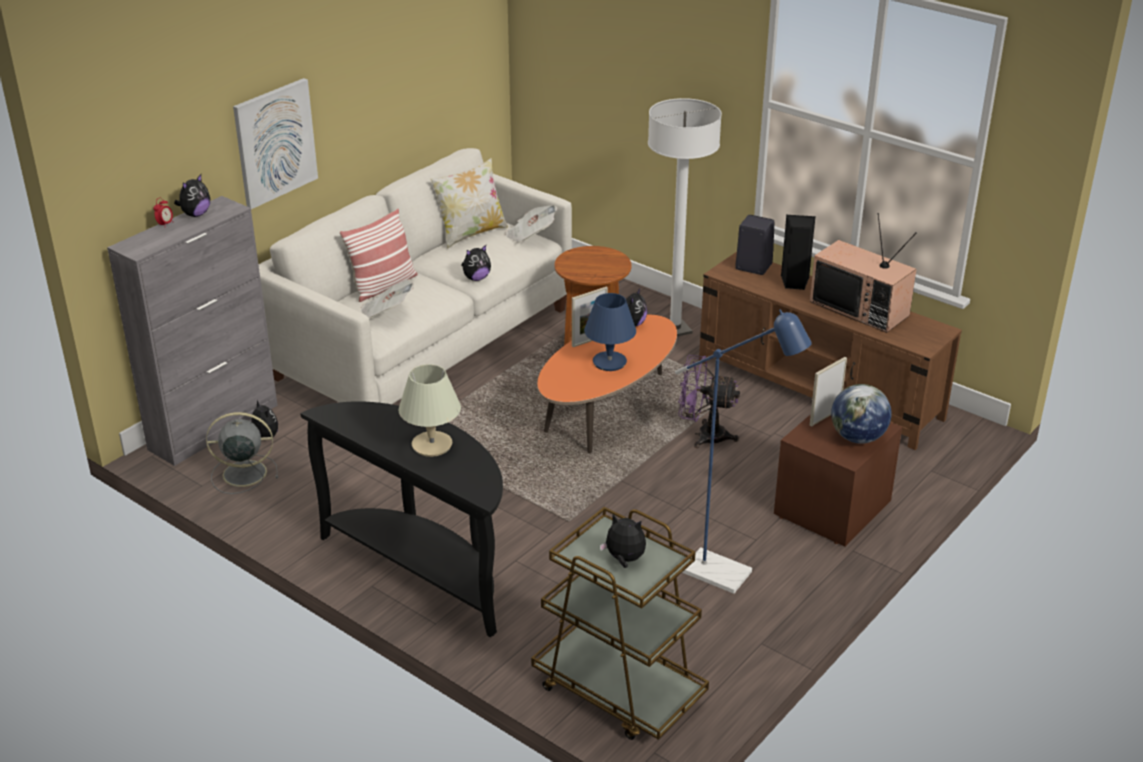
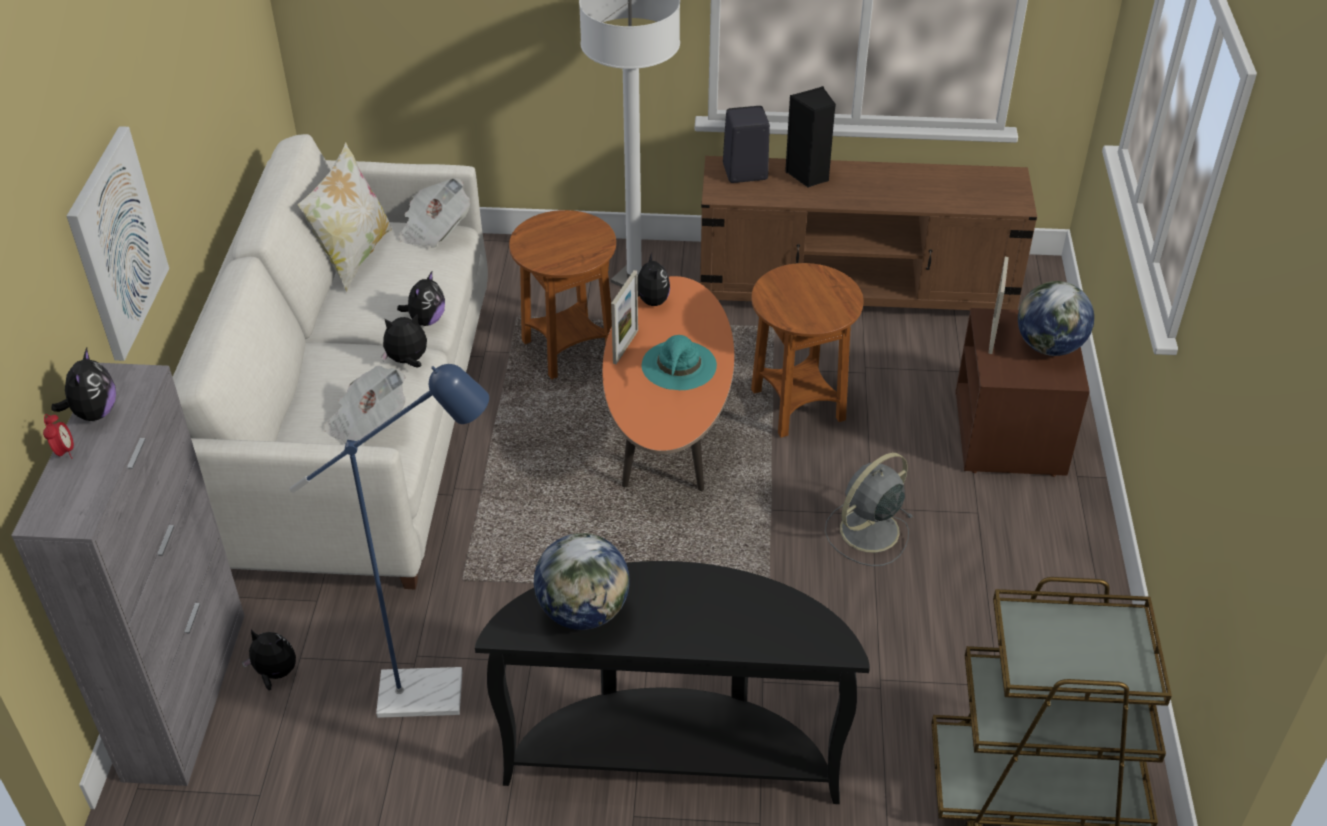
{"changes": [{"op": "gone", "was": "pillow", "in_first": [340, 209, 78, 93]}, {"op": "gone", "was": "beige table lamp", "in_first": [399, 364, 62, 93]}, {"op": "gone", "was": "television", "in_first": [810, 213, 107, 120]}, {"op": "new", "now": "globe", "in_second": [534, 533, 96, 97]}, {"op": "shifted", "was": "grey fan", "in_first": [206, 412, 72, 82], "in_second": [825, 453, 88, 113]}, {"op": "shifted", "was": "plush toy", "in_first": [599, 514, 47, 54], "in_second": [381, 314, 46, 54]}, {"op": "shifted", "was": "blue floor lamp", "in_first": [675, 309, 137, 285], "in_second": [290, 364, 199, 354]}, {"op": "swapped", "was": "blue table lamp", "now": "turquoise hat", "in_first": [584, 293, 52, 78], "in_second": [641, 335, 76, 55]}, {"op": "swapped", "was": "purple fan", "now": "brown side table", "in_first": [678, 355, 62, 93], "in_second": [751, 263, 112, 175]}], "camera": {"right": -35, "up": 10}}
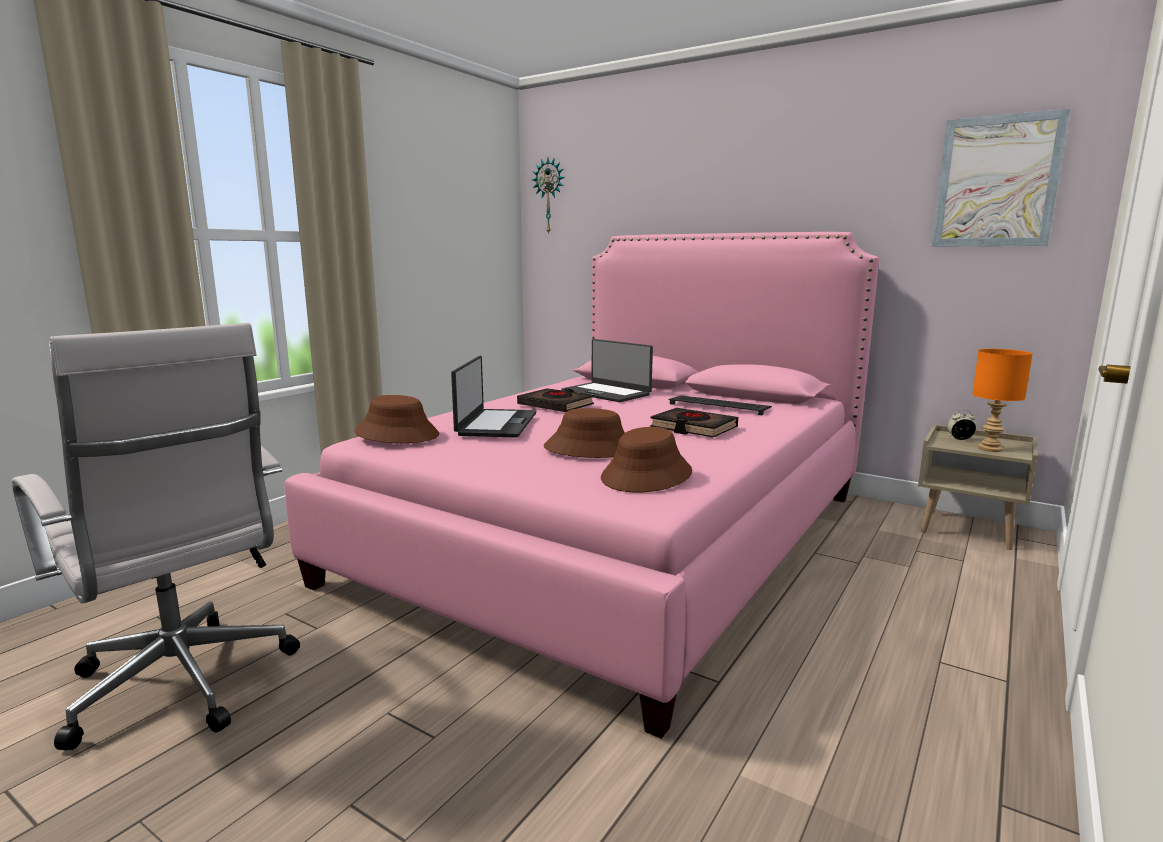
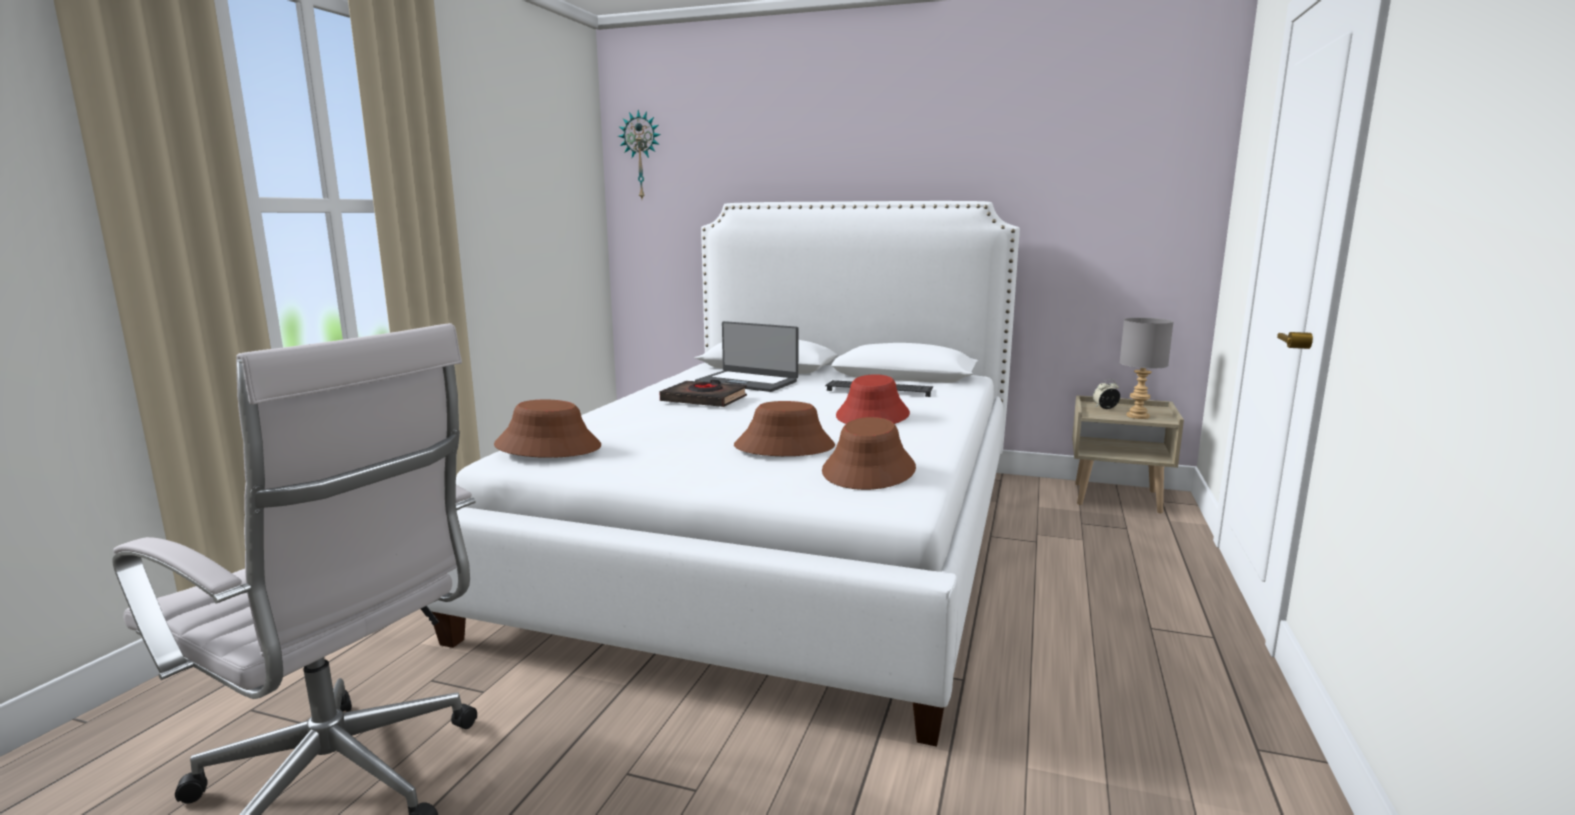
{"changes": [{"op": "gone", "was": "laptop", "in_first": [451, 356, 85, 82]}, {"op": "gone", "was": "picture", "in_first": [932, 109, 138, 138]}, {"op": "swapped", "was": "black book", "now": "red hat", "in_first": [650, 408, 88, 29], "in_second": [836, 374, 74, 50]}, {"op": "repainted", "was": "pink bed", "now": "white bed", "in_first": [284, 232, 595, 507], "in_second": [427, 201, 593, 546]}, {"op": "repainted", "was": "orange table lamp", "now": "grey table lamp", "in_first": [972, 349, 61, 103], "in_second": [1119, 318, 55, 101]}], "camera": {"right": -15, "up": 0}}
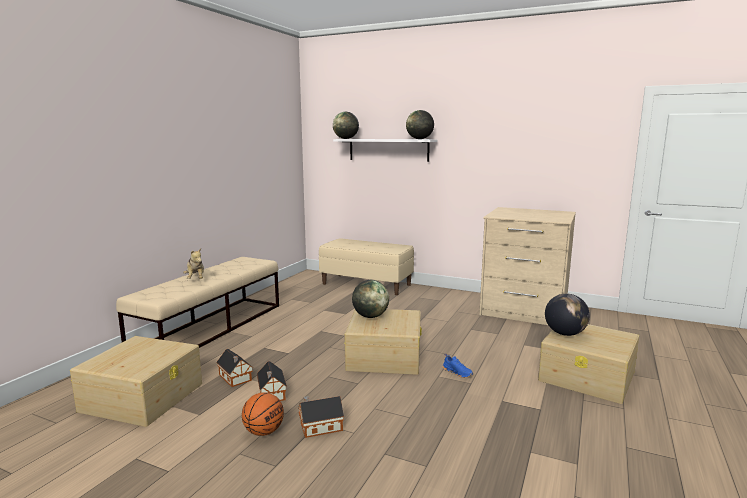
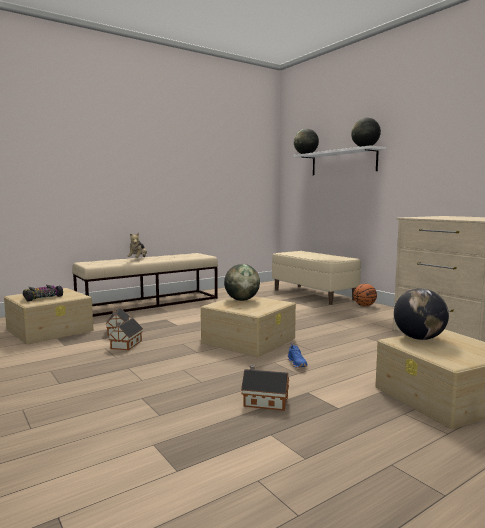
{"changes": [{"op": "new", "now": "toy car", "in_second": [23, 285, 40, 16]}, {"op": "shifted", "was": "basketball", "in_first": [242, 392, 42, 44], "in_second": [353, 284, 24, 22]}, {"op": "shifted", "was": "toy house", "in_first": [298, 396, 46, 42], "in_second": [241, 365, 48, 46]}], "camera": {"right": 30, "up": -5}}
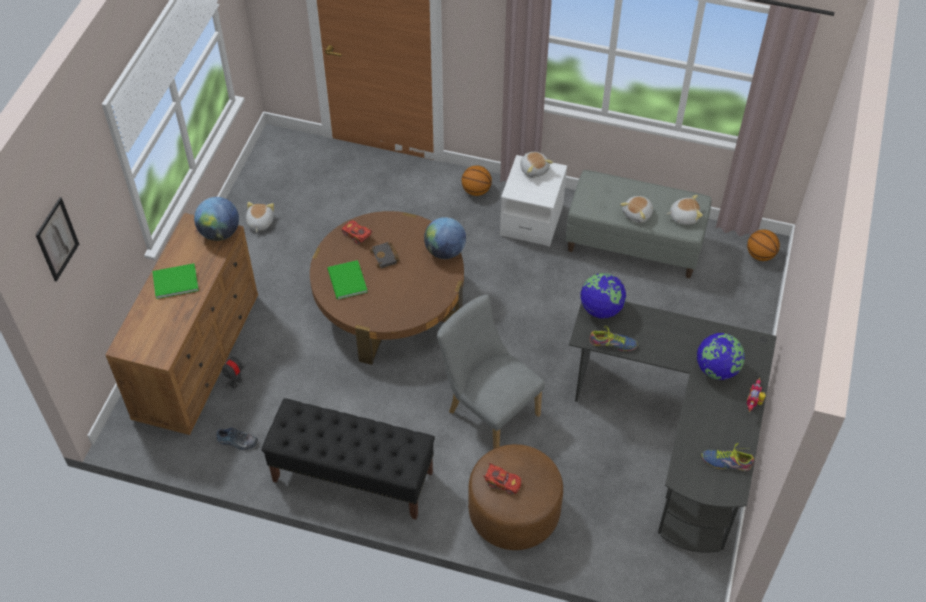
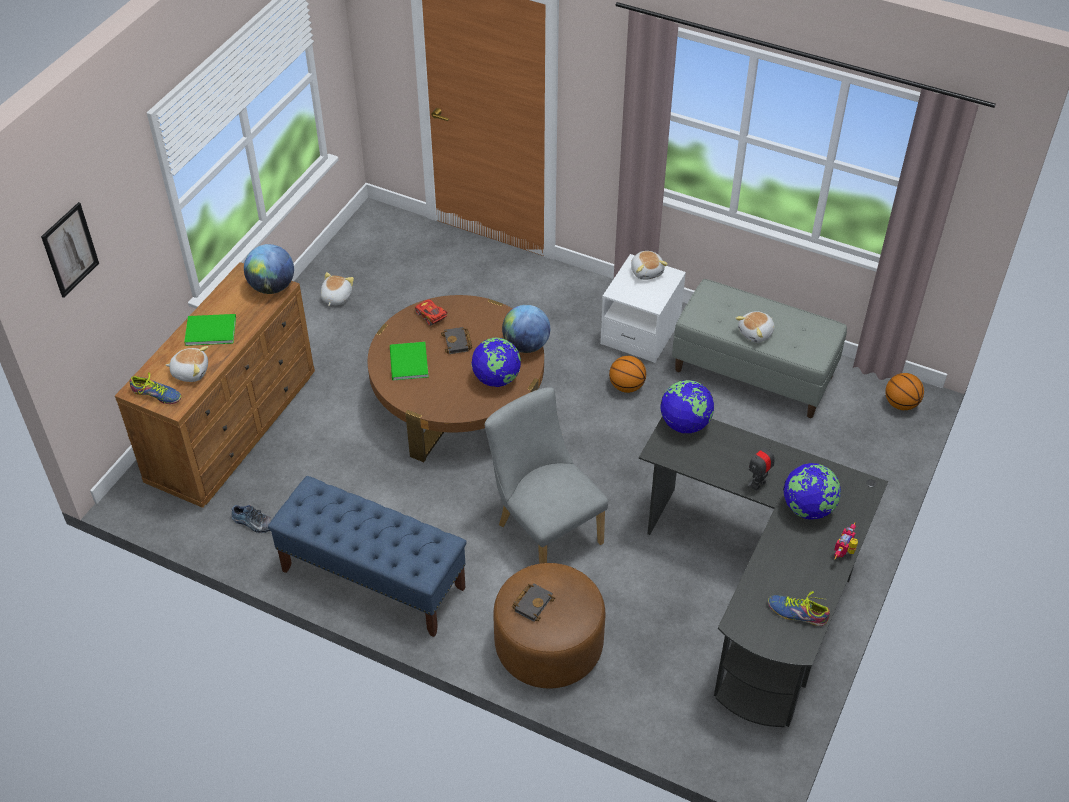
{"changes": [{"op": "new", "now": "globe", "in_second": [471, 338, 50, 49]}, {"op": "shifted", "was": "toy robot", "in_first": [222, 351, 24, 38], "in_second": [748, 443, 27, 48]}, {"op": "shifted", "was": "basketball", "in_first": [461, 165, 31, 31], "in_second": [609, 356, 37, 37]}, {"op": "shifted", "was": "shoe", "in_first": [590, 326, 48, 25], "in_second": [129, 372, 53, 32]}, {"op": "shifted", "was": "plush toy", "in_first": [666, 195, 37, 30], "in_second": [166, 346, 42, 36]}, {"op": "swapped", "was": "red toy car", "now": "black book", "in_first": [483, 463, 38, 32], "in_second": [512, 583, 43, 39]}, {"op": "repainted", "was": "black bench", "now": "blue bench", "in_first": [261, 398, 174, 121], "in_second": [268, 476, 199, 161]}], "camera": {"right": 10, "up": -5}}
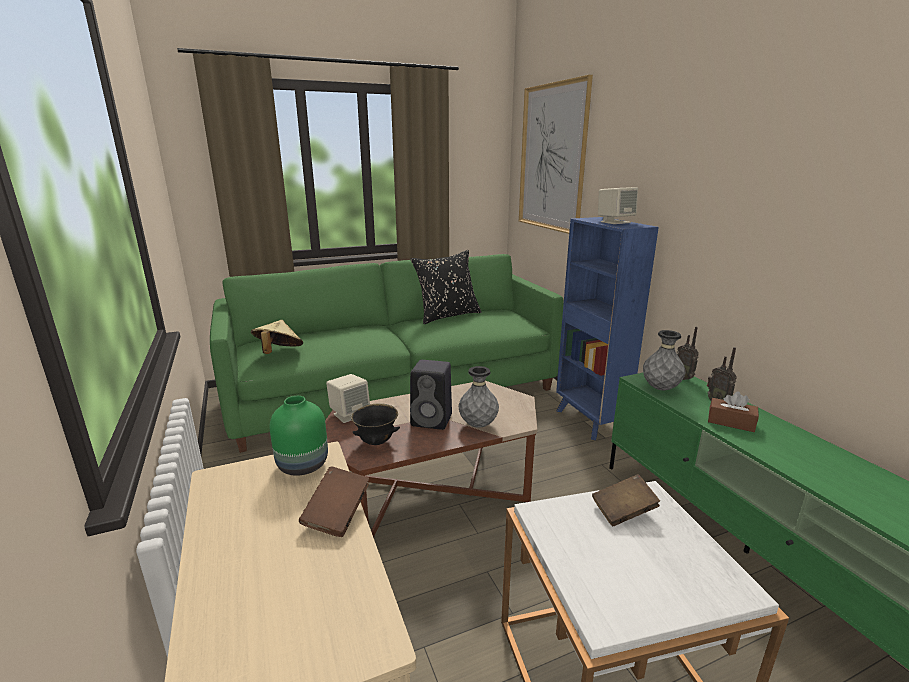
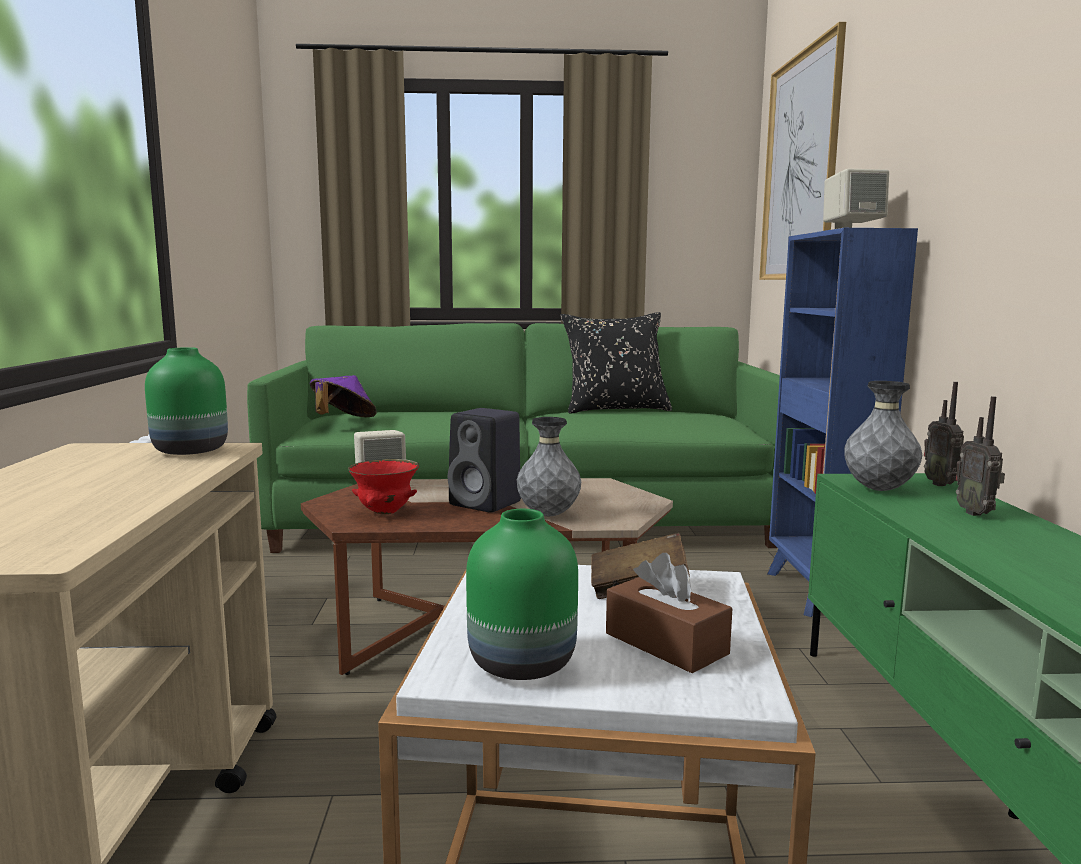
{"changes": [{"op": "gone", "was": "brown book", "in_first": [299, 467, 70, 70]}, {"op": "new", "now": "green vase", "in_second": [466, 509, 112, 171]}, {"op": "shifted", "was": "brown tissue box", "in_first": [708, 391, 51, 41], "in_second": [606, 553, 126, 120]}, {"op": "repainted", "was": "beige hat", "now": "purple hat", "in_first": [251, 320, 52, 34], "in_second": [310, 375, 67, 42]}, {"op": "repainted", "was": "black bowl", "now": "red bowl", "in_first": [351, 403, 49, 42], "in_second": [348, 459, 71, 55]}], "camera": {"right": 20, "up": -10}}
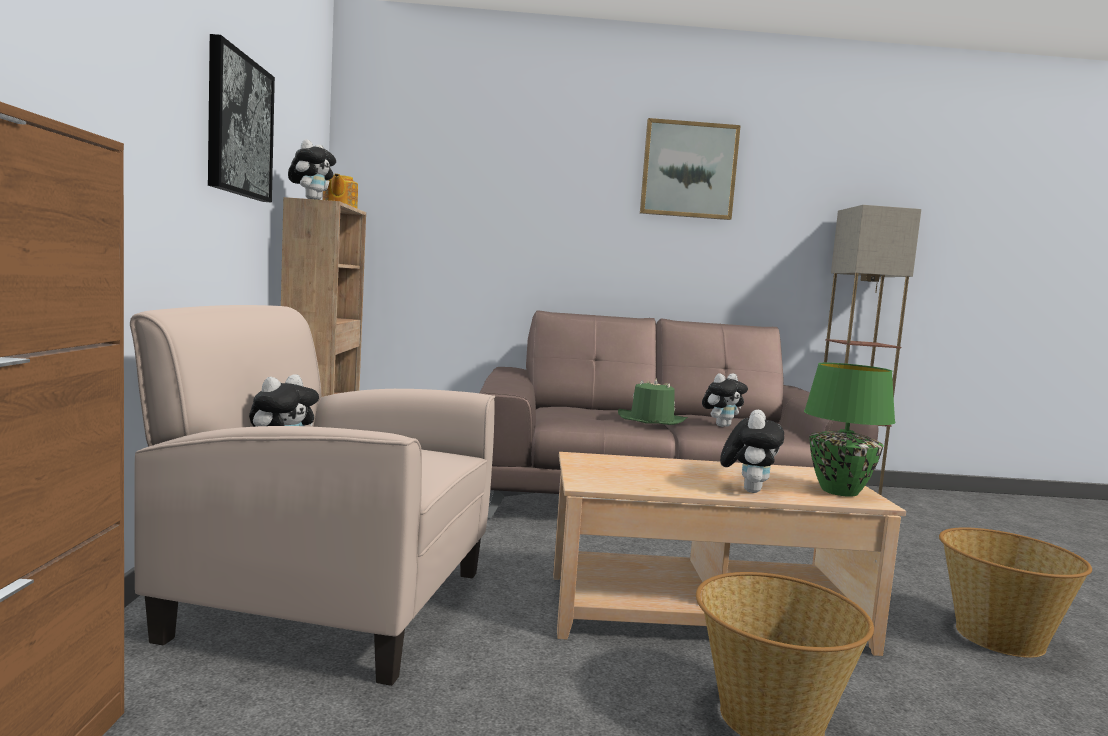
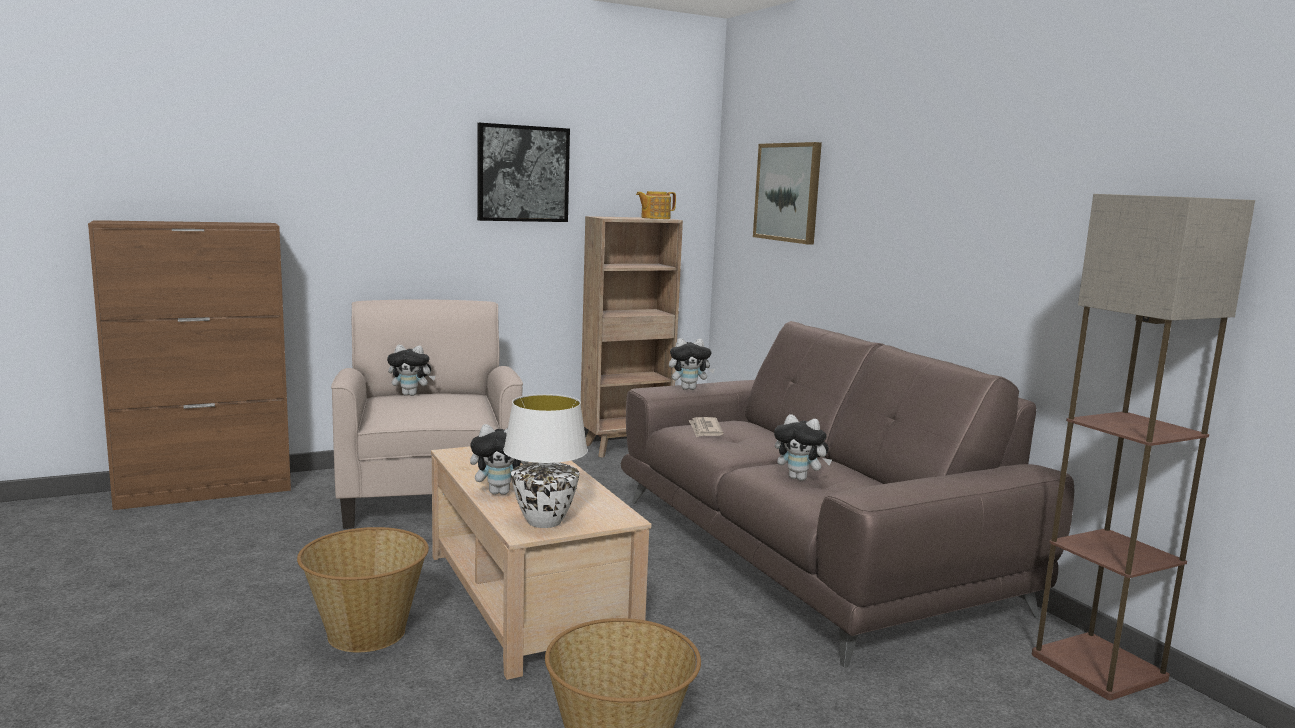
{"changes": [{"op": "gone", "was": "green hat", "in_first": [618, 378, 70, 47]}, {"op": "new", "now": "newspaper", "in_second": [688, 417, 35, 20]}, {"op": "shifted", "was": "plush toy", "in_first": [288, 139, 48, 61], "in_second": [669, 338, 46, 52]}, {"op": "shifted", "was": "picture", "in_first": [640, 118, 101, 102], "in_second": [753, 142, 69, 102]}, {"op": "repainted", "was": "green table lamp", "now": "white table lamp", "in_first": [804, 363, 92, 134], "in_second": [503, 394, 85, 134]}], "camera": {"right": 65, "up": 5}}
